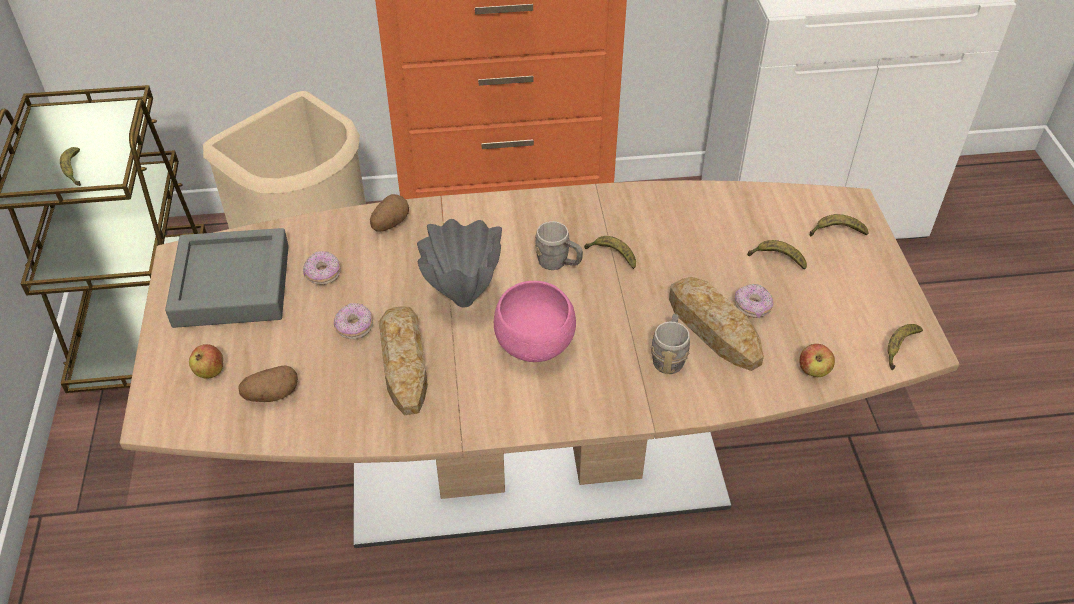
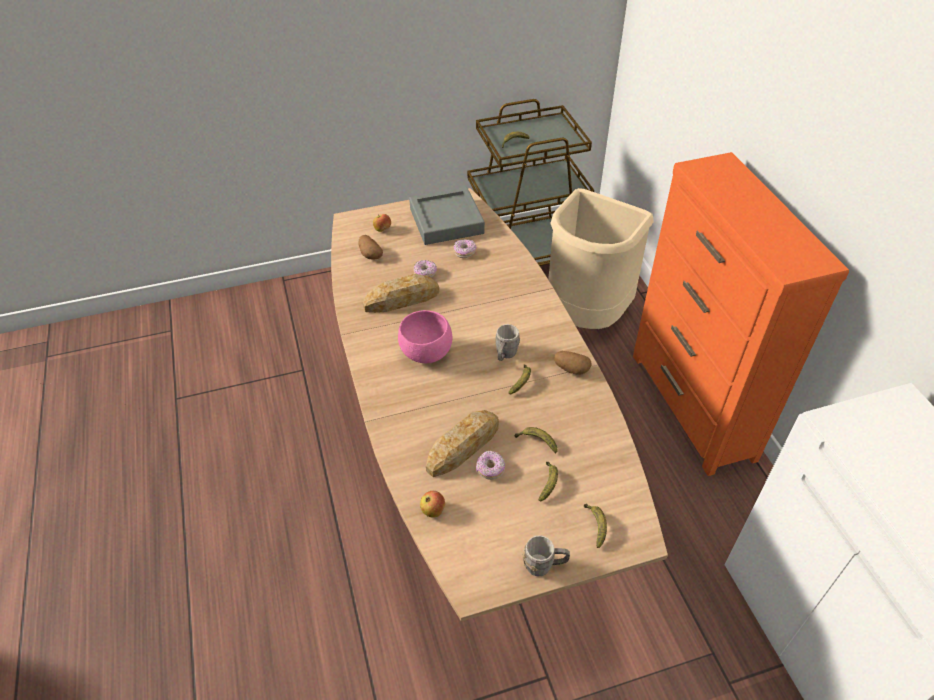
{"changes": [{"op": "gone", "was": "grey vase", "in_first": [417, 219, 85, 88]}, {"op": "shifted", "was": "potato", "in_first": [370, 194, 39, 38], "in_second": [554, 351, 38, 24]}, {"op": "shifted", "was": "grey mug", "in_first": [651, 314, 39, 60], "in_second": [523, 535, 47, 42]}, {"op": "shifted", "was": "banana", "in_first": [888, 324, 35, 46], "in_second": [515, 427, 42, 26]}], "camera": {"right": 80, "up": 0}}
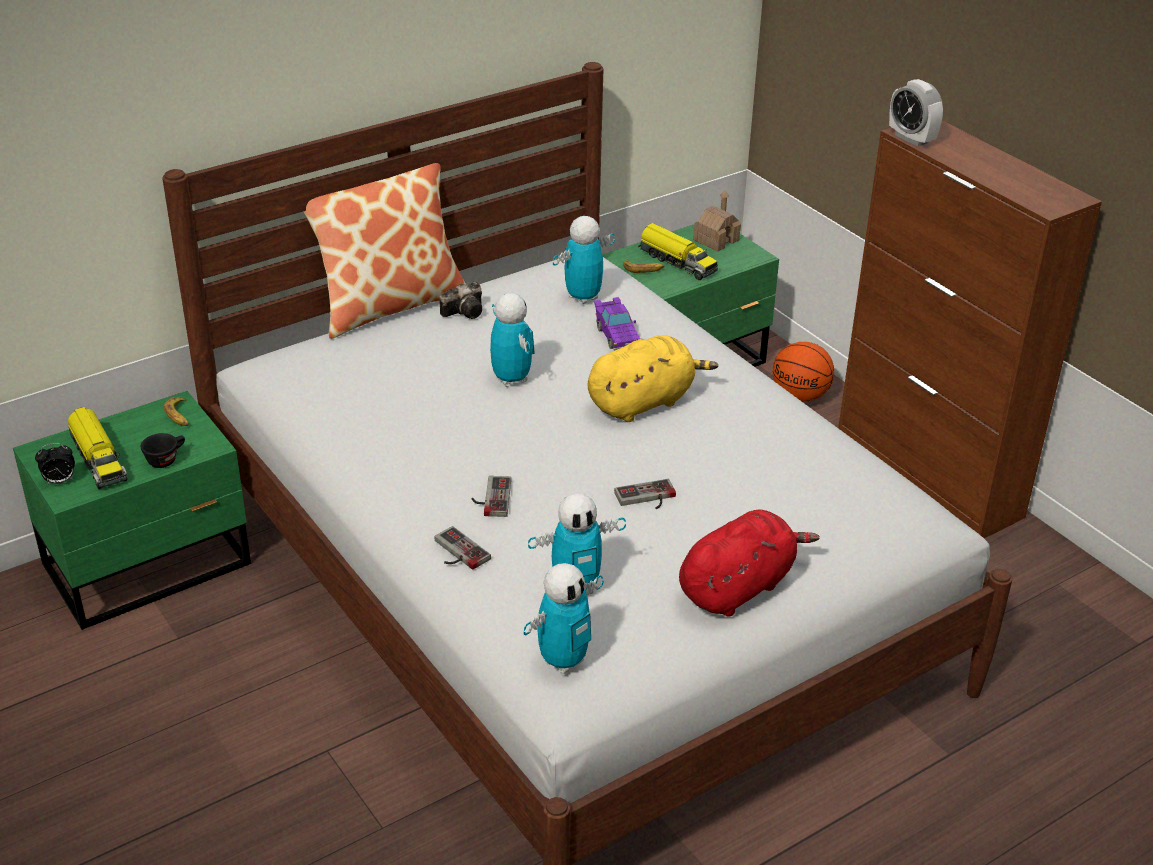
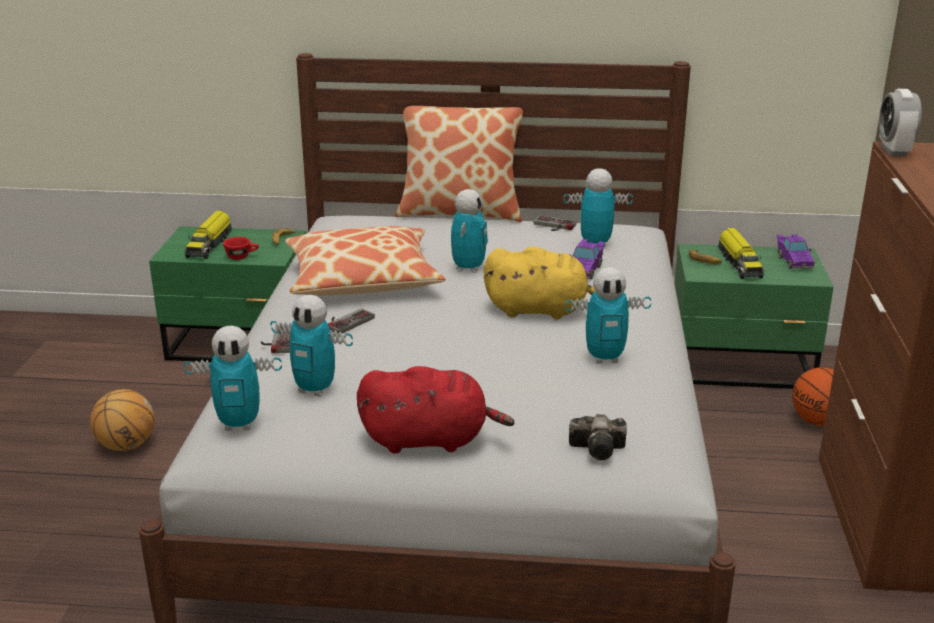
{"changes": [{"op": "gone", "was": "alarm clock", "in_first": [35, 443, 40, 41]}, {"op": "new", "now": "basketball", "in_second": [90, 389, 65, 62]}, {"op": "new", "now": "pillow", "in_second": [285, 226, 161, 70]}, {"op": "new", "now": "toy robot", "in_second": [566, 267, 85, 97]}, {"op": "shifted", "was": "photo camera", "in_first": [440, 282, 42, 37], "in_second": [569, 414, 58, 46]}, {"op": "shifted", "was": "game controller", "in_first": [614, 479, 62, 30], "in_second": [534, 215, 42, 16]}, {"op": "swapped", "was": "toy house", "now": "purple toy car", "in_first": [693, 191, 48, 61], "in_second": [777, 234, 38, 35]}, {"op": "repainted", "was": "black cup", "now": "red cup", "in_first": [141, 433, 44, 35], "in_second": [223, 237, 36, 23]}], "camera": {"right": 40, "up": -10}}
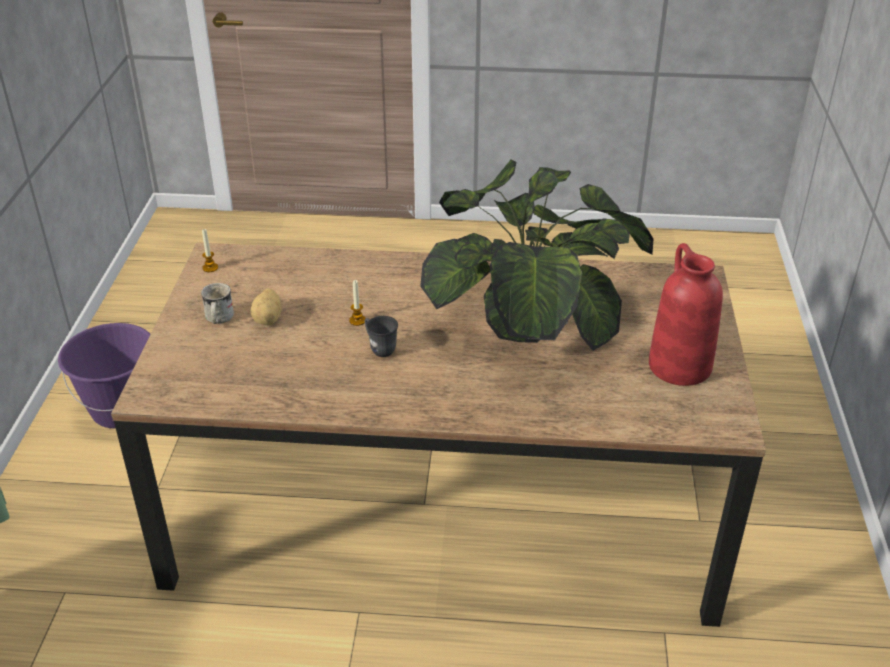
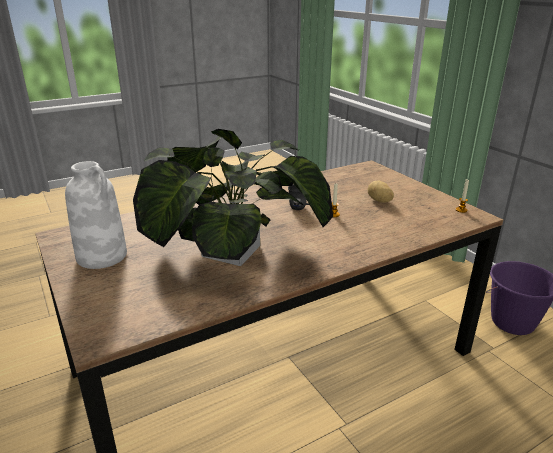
{"changes": [{"op": "gone", "was": "white mug", "in_first": [201, 283, 33, 41]}, {"op": "repainted", "was": "red vase", "now": "white vase", "in_first": [649, 243, 74, 143], "in_second": [65, 161, 62, 108]}], "camera": {"right": 145, "up": -10}}
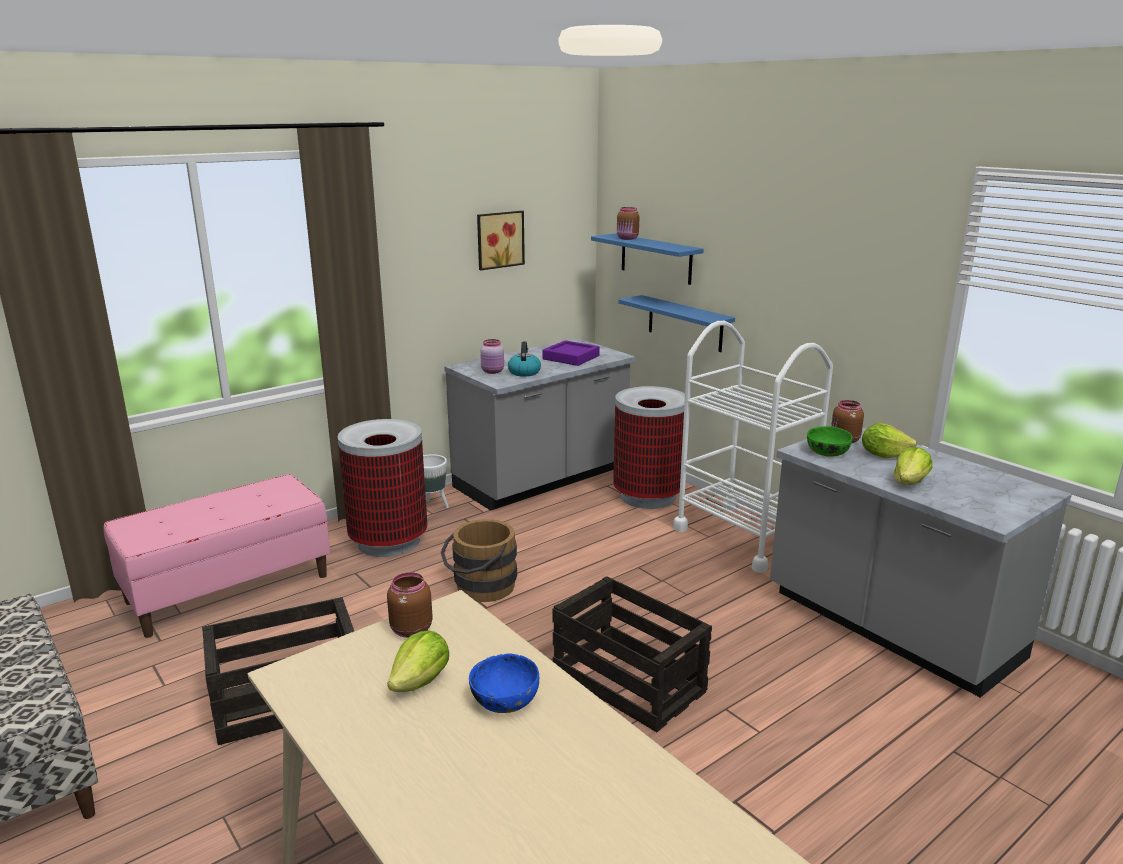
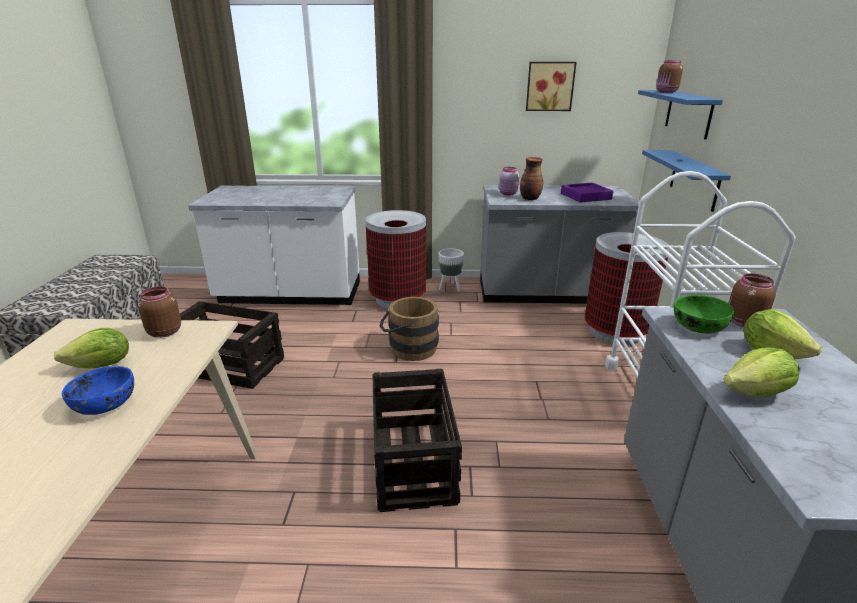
{"changes": [{"op": "swapped", "was": "pink bench", "now": "white counter", "in_first": [104, 474, 226, 164], "in_second": [188, 185, 172, 120]}, {"op": "swapped", "was": "kettle", "now": "vase", "in_first": [508, 342, 33, 35], "in_second": [520, 157, 23, 43]}], "camera": {"right": 40, "up": 5}}
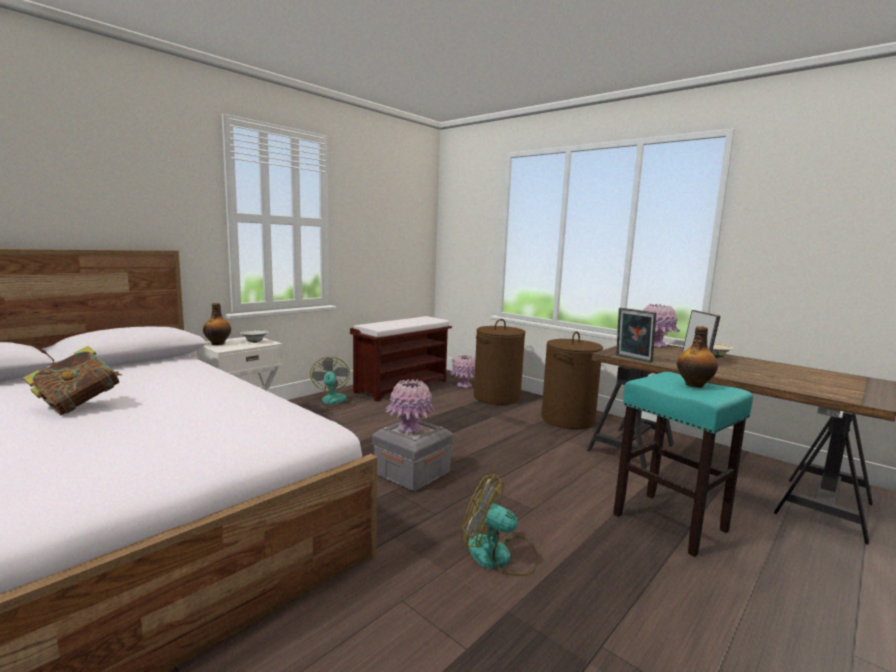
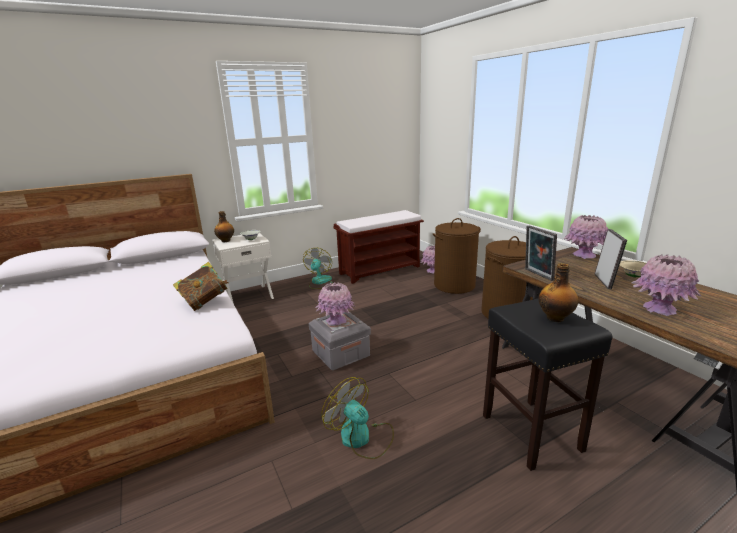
{"changes": [{"op": "new", "now": "pink vase", "in_second": [631, 254, 70, 62]}, {"op": "shifted", "was": "book", "in_first": [23, 346, 99, 69], "in_second": [173, 262, 56, 49]}, {"op": "repainted", "was": "turquoise stool", "now": "black stool", "in_first": [613, 372, 140, 185], "in_second": [483, 299, 129, 172]}], "camera": {"right": 20, "up": 10}}
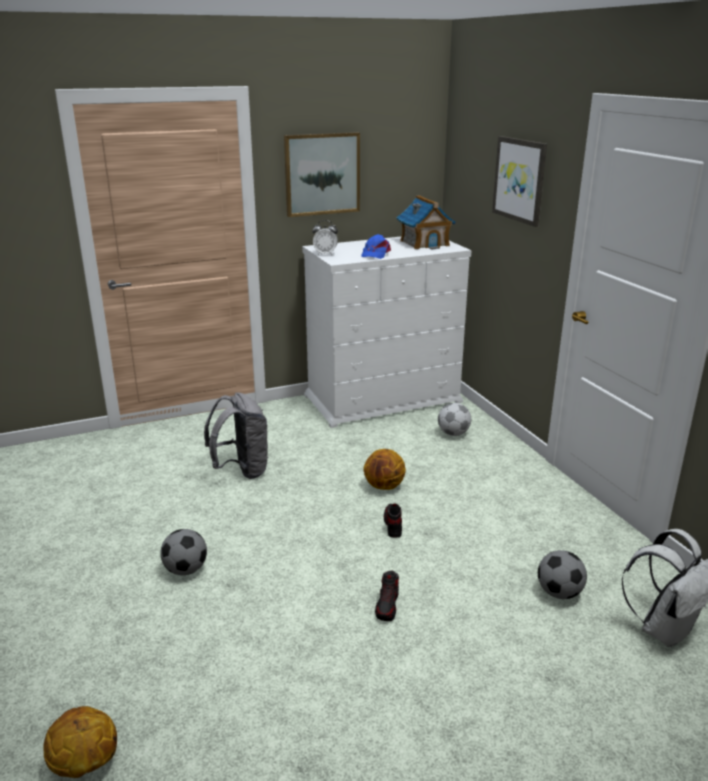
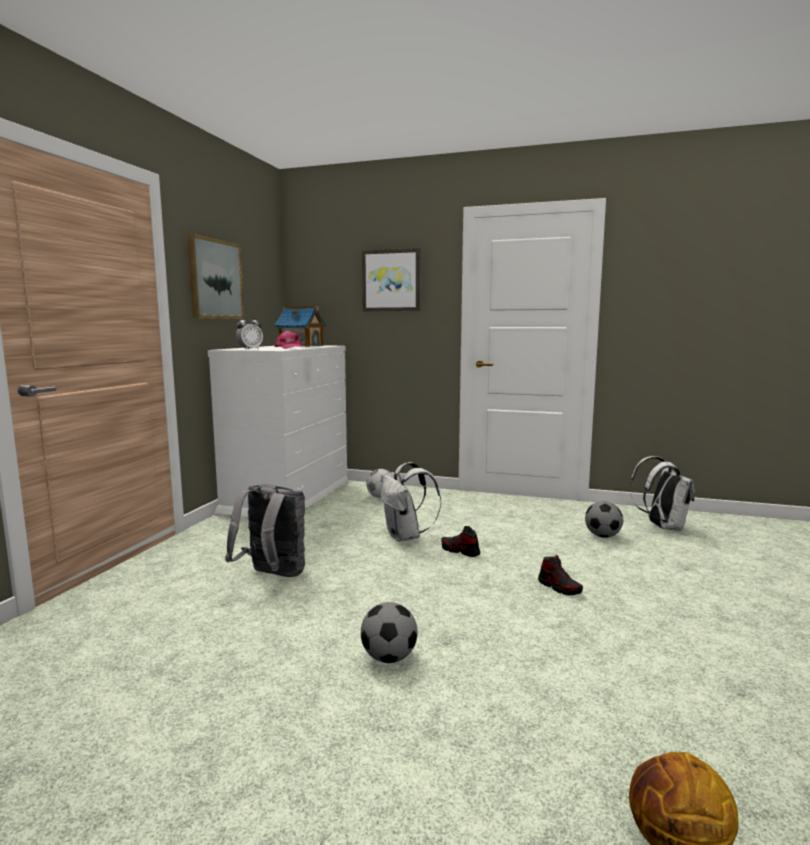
{"changes": [{"op": "swapped", "was": "basketball", "now": "white backpack", "in_first": [363, 449, 43, 41], "in_second": [381, 462, 60, 80]}, {"op": "repainted", "was": "blue cap", "now": "pink cap", "in_first": [361, 234, 30, 25], "in_second": [275, 331, 28, 18]}], "camera": {"right": -50, "up": -15}}
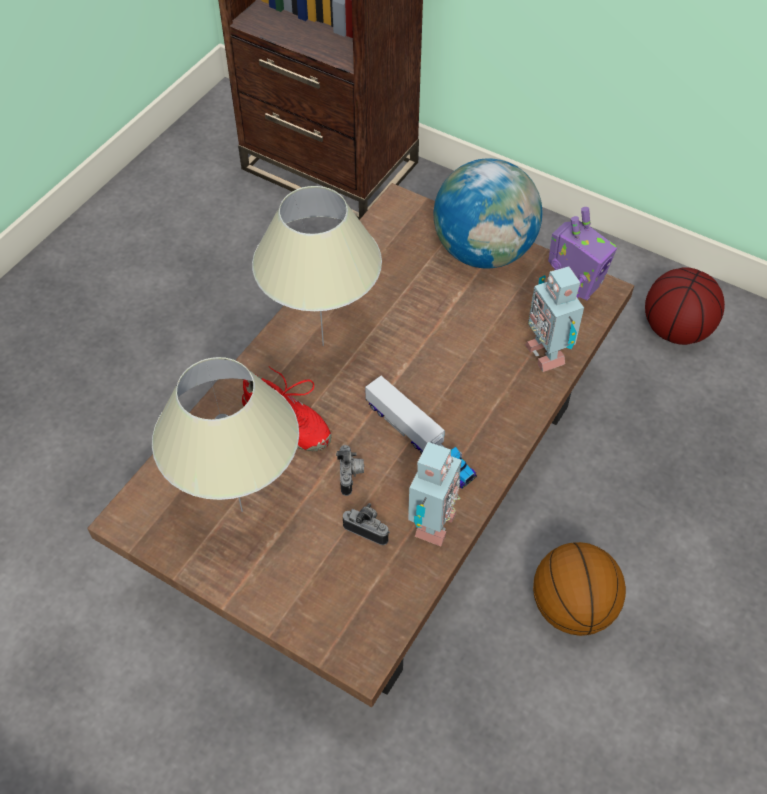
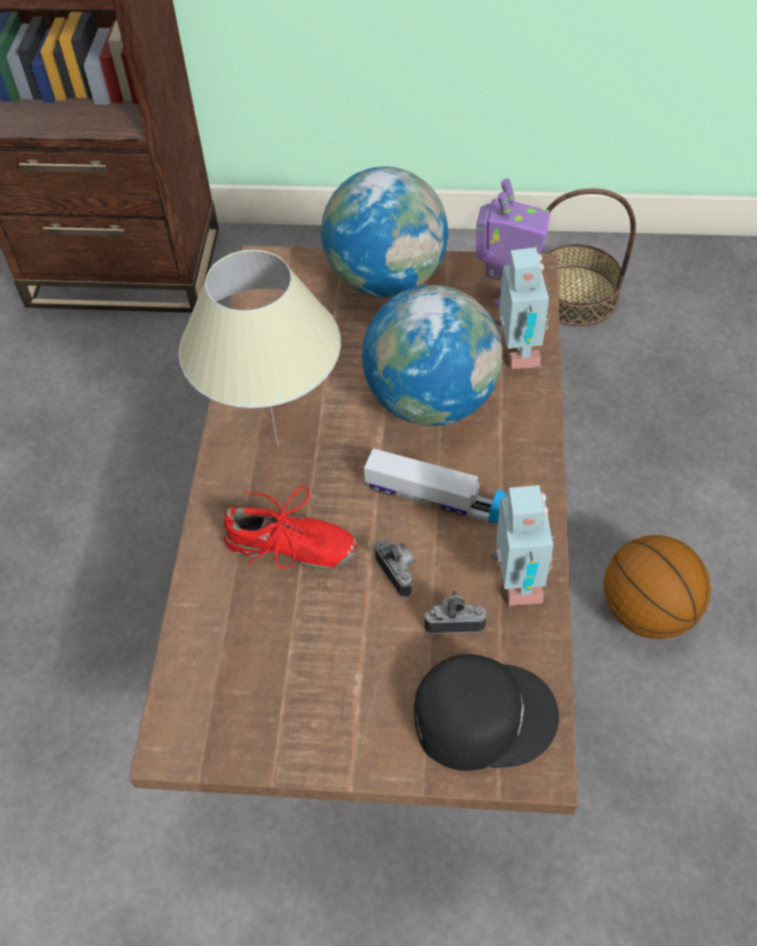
{"changes": [{"op": "gone", "was": "beige table lamp", "in_first": [152, 357, 147, 155]}, {"op": "new", "now": "globe", "in_second": [362, 285, 140, 141]}, {"op": "new", "now": "black cap", "in_second": [414, 654, 145, 117]}, {"op": "swapped", "was": "basketball", "now": "basket", "in_first": [645, 267, 80, 78], "in_second": [546, 188, 90, 138]}, {"op": "rotated", "was": "toy robot", "in_first": [525, 266, 59, 106], "in_second": [495, 247, 55, 122], "clockwise": -135}], "camera": {"right": -25, "up": 0}}
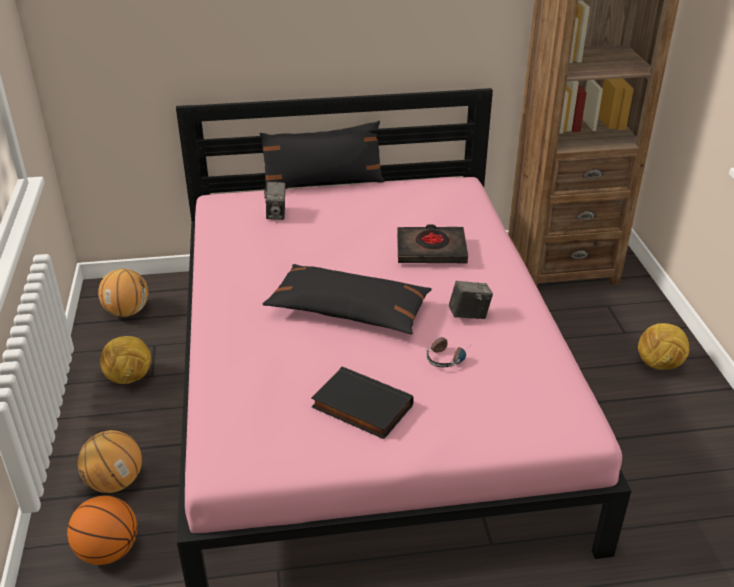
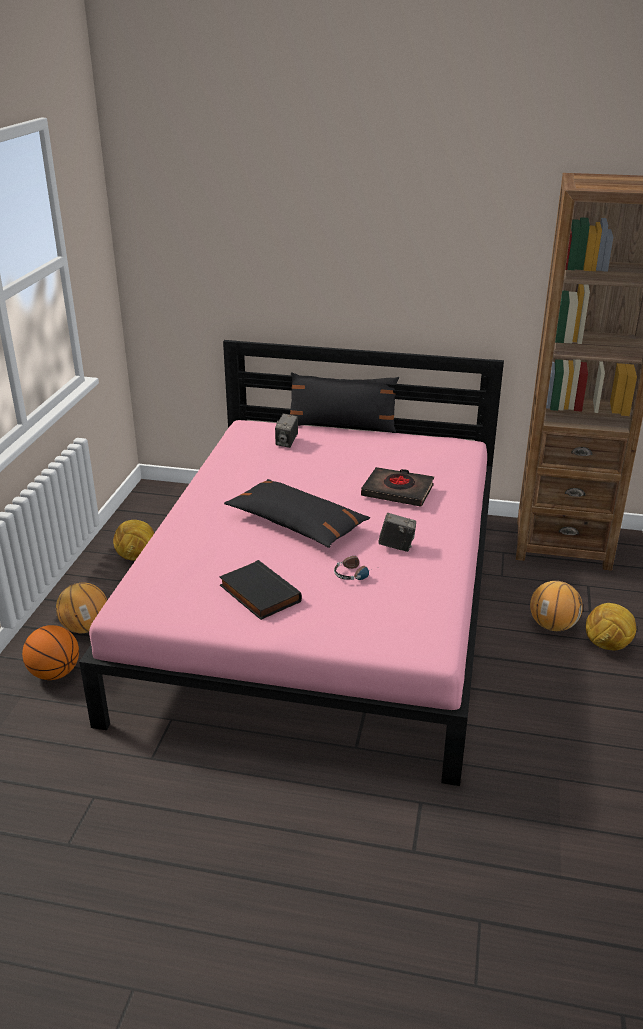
{"changes": [{"op": "shifted", "was": "basketball", "in_first": [98, 269, 50, 48], "in_second": [530, 581, 53, 50]}], "camera": {"right": 20, "up": -5}}
